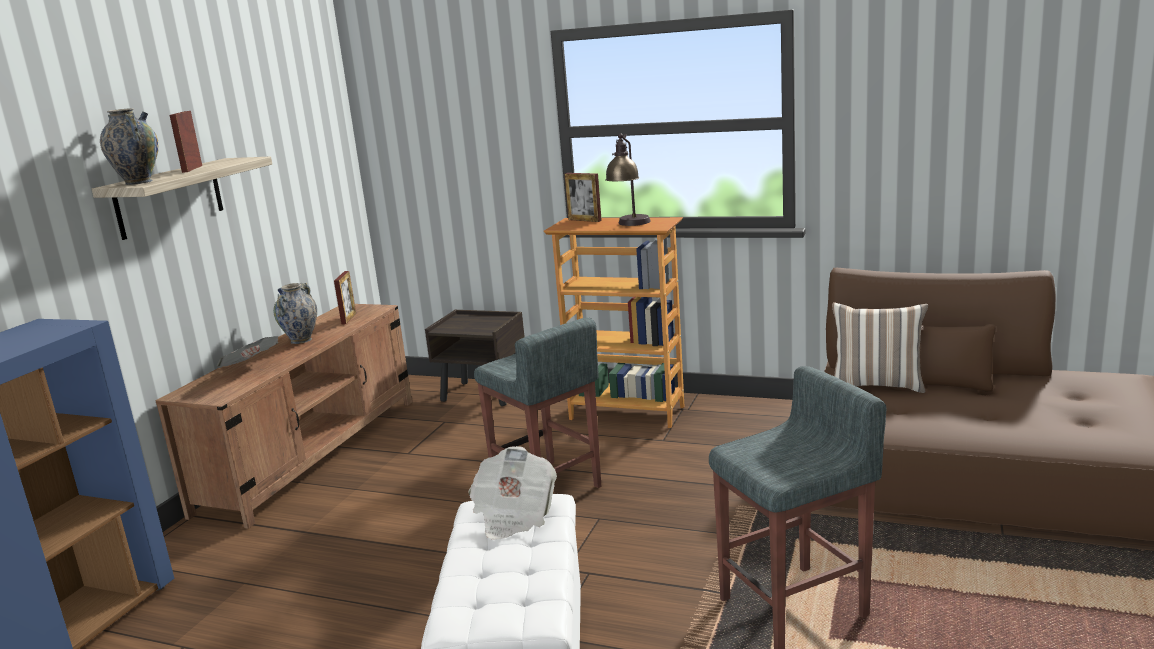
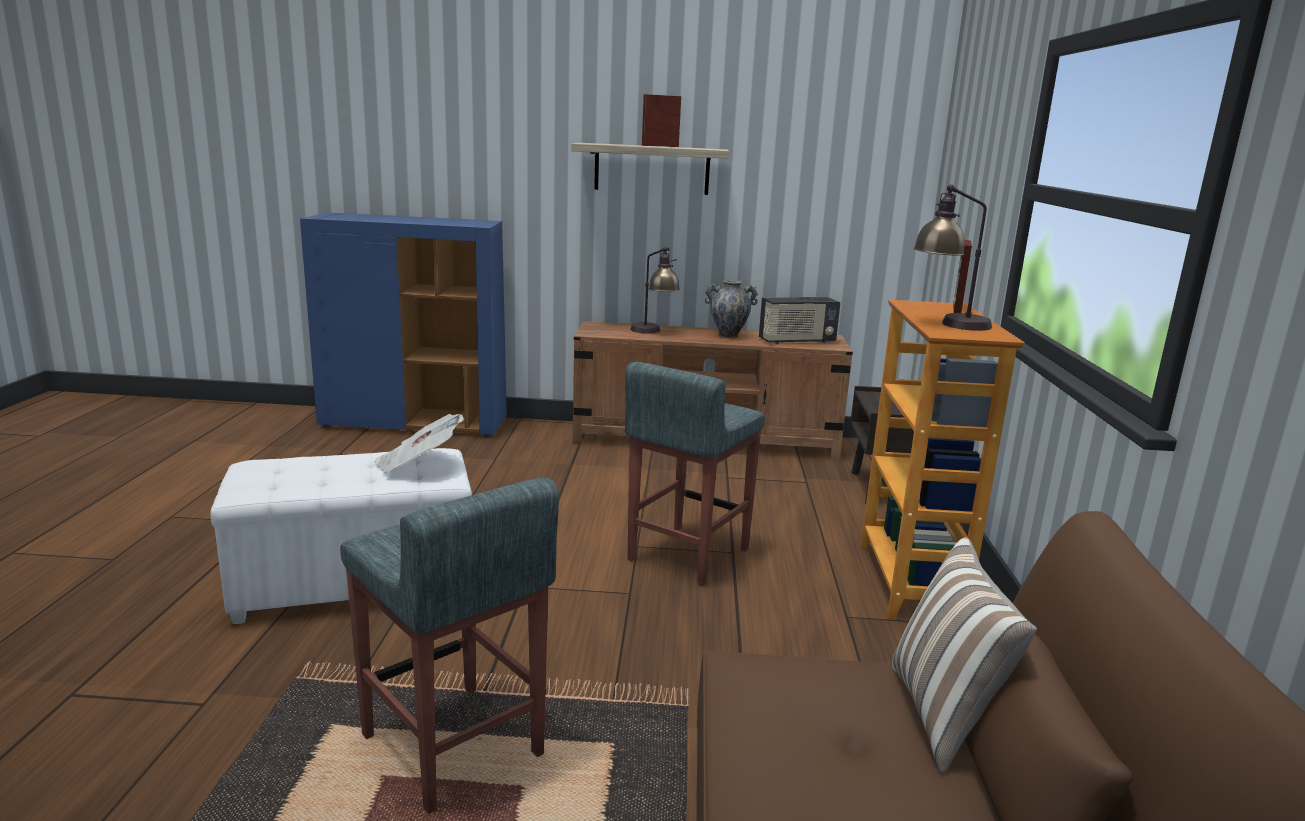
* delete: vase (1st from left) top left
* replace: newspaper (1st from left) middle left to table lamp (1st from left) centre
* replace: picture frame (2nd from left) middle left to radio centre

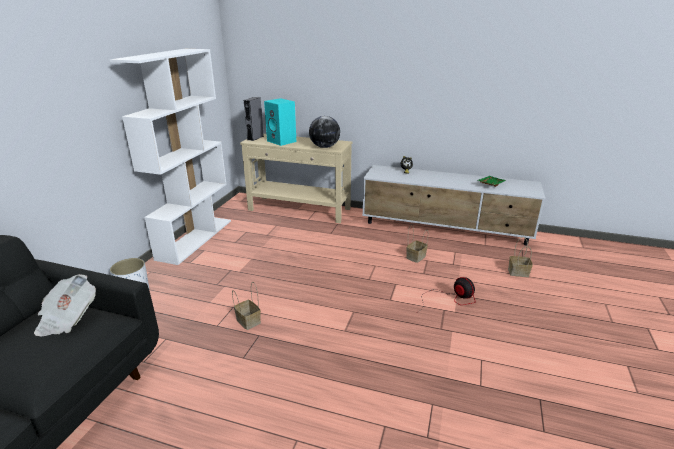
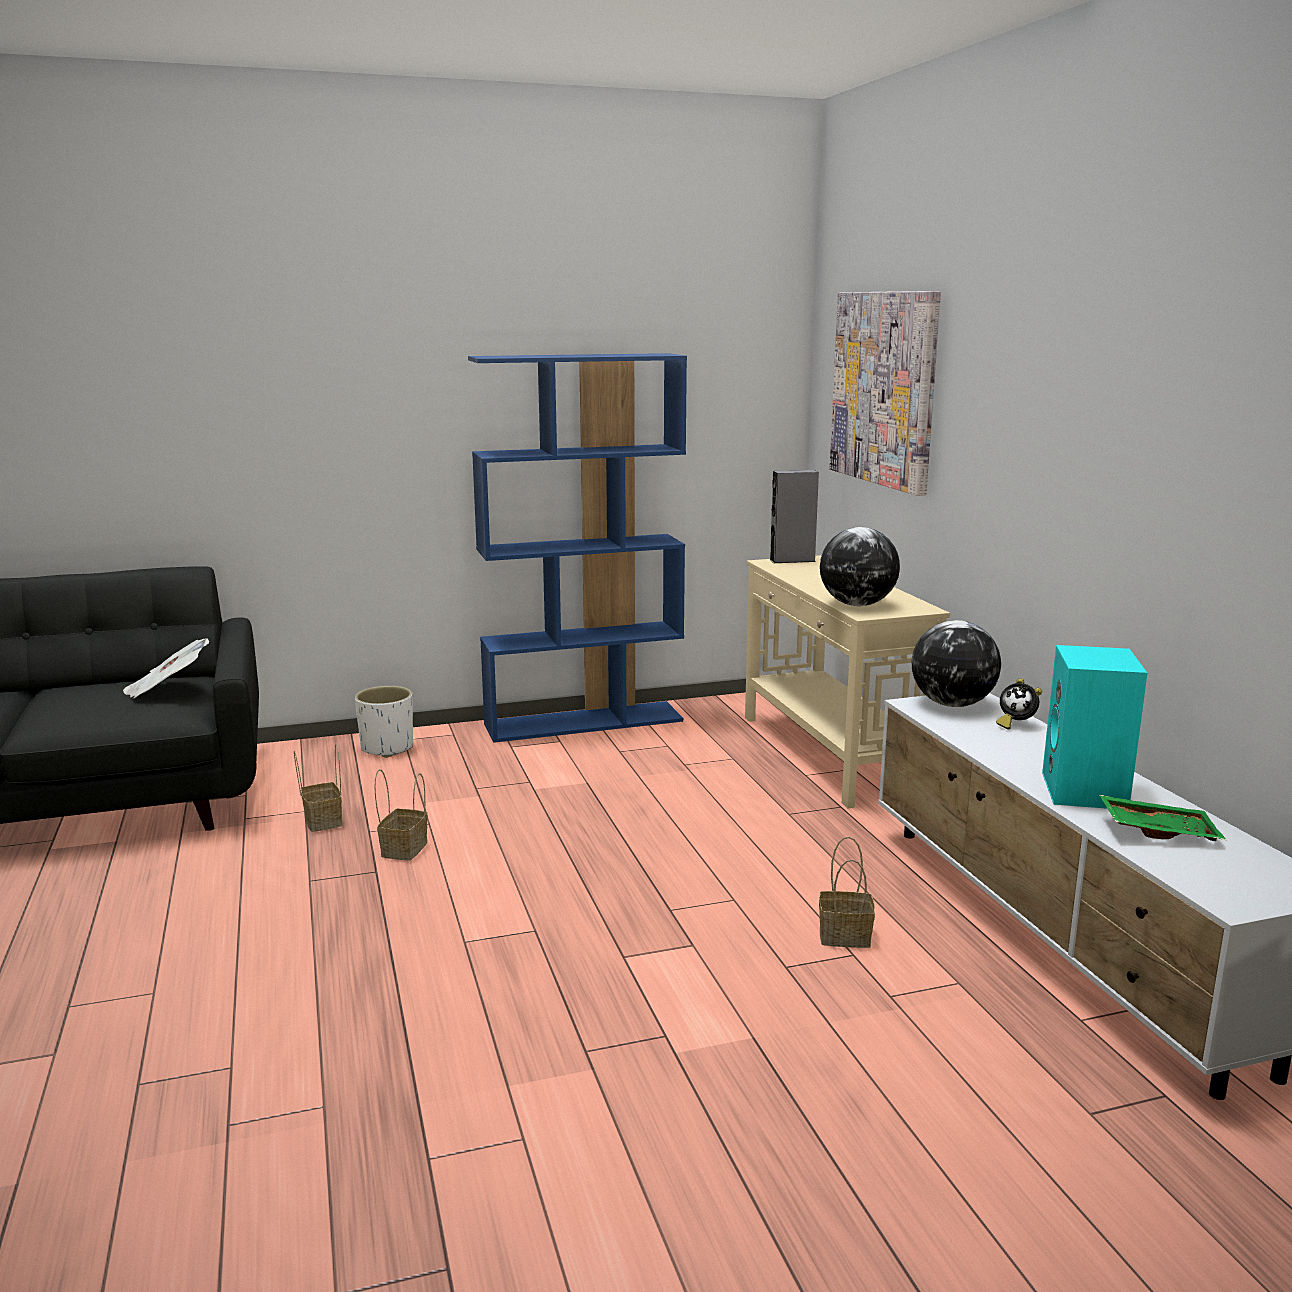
* recolor: white bookcase middle left to blue bookcase centre
* move: turquoise speaker top centre to middle right
* delete: fan centre
* move: basket (3rd from left in the first image) middle right to basket (1st from left) middle left
* insert: picture top right
* insert: globe (2nd from left) middle right

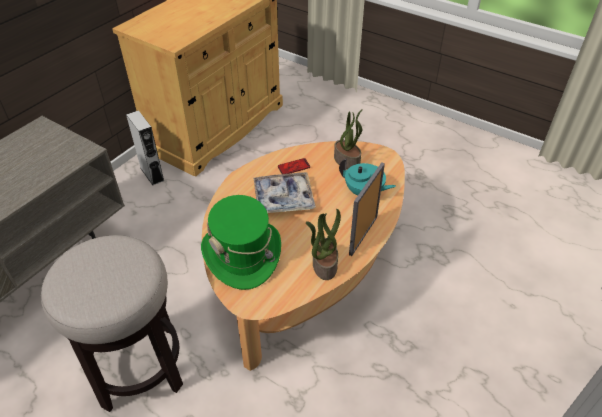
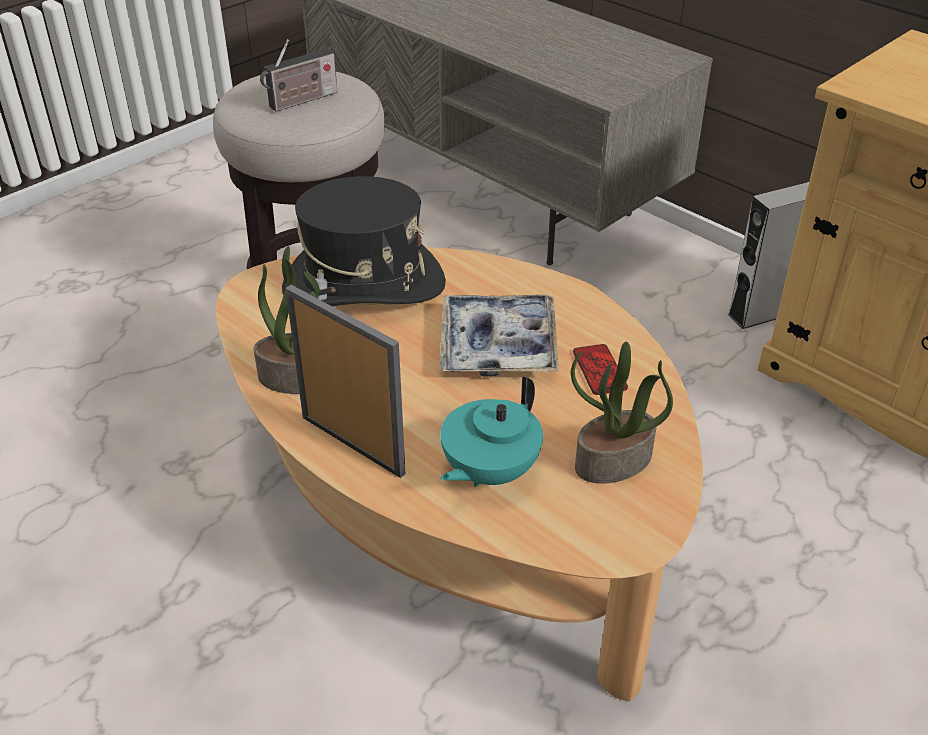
* recolor: green hat centre to black hat top centre
* insert: radio top left

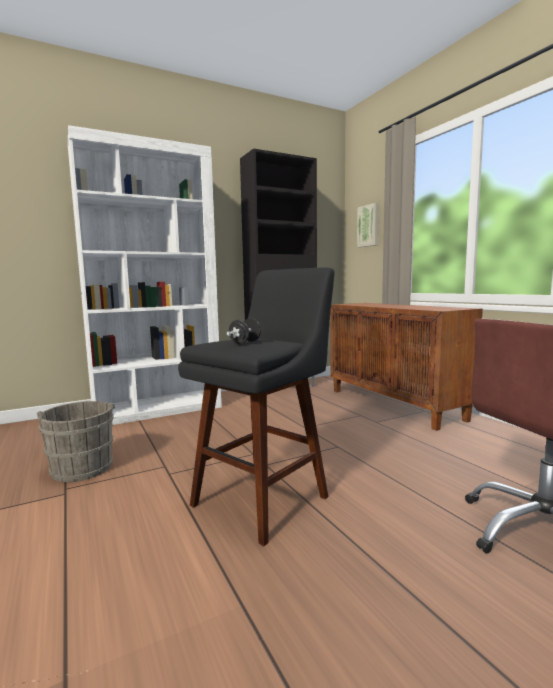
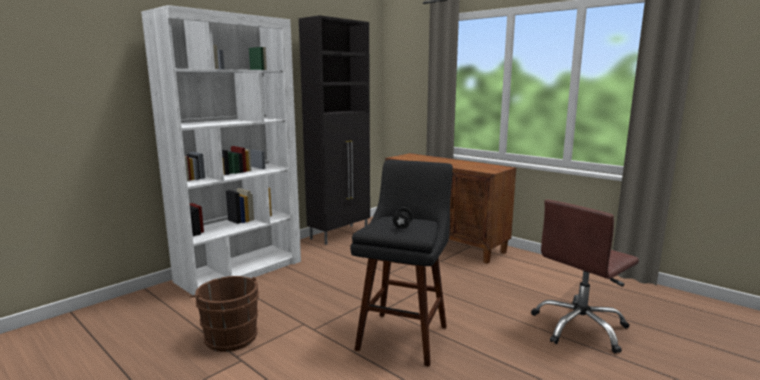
* recolor: grey bucket middle left to brown bucket bottom left
* delete: picture top centre

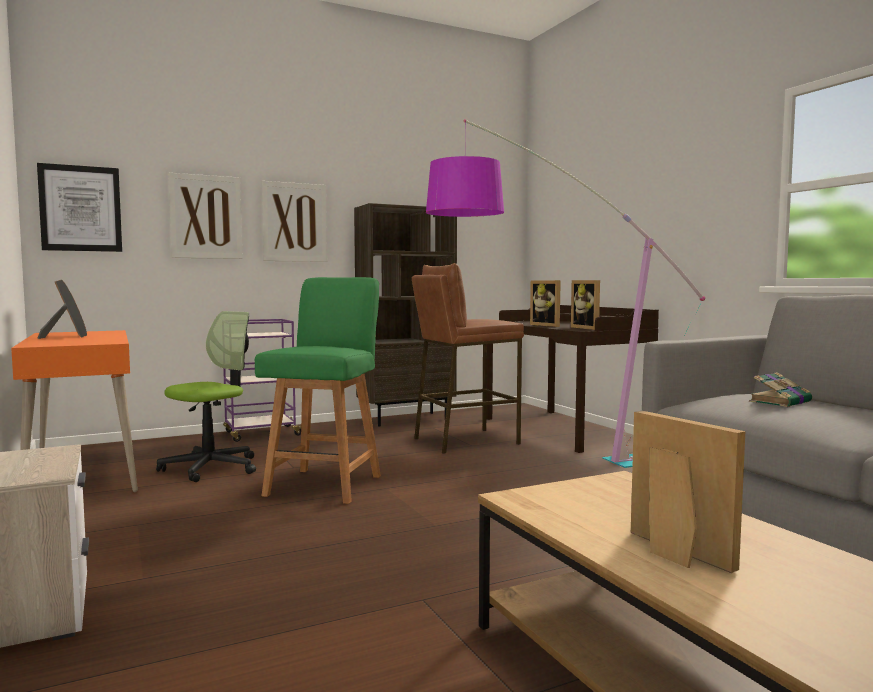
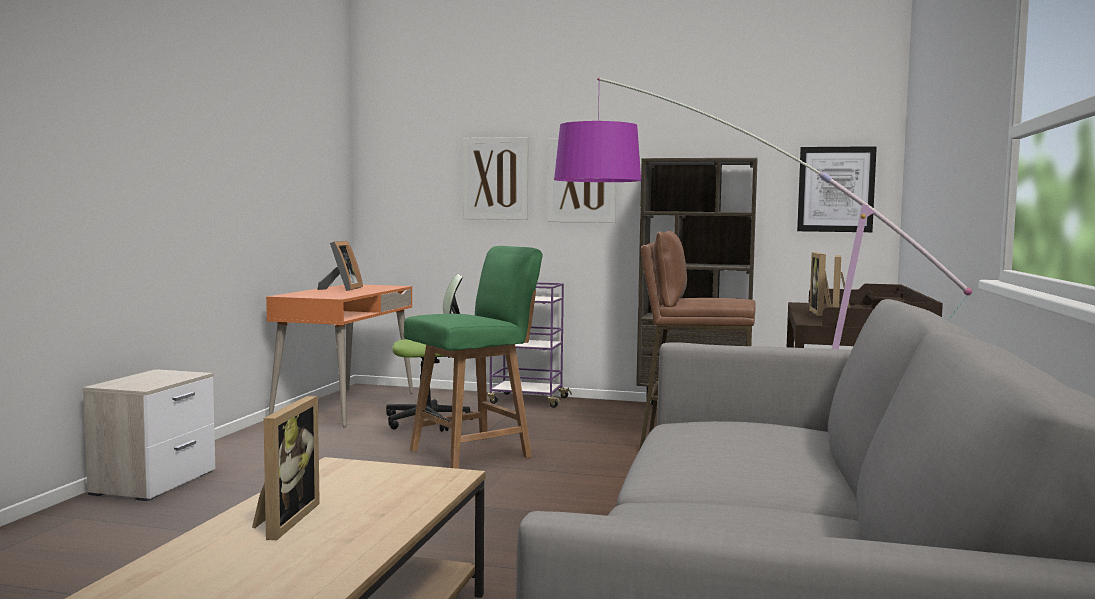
* move: picture (1st from left in the first image) top left to picture (3rd from left) top right
* delete: book middle right

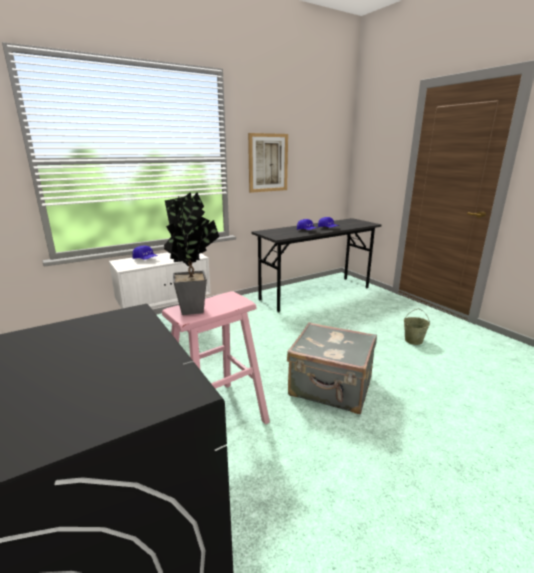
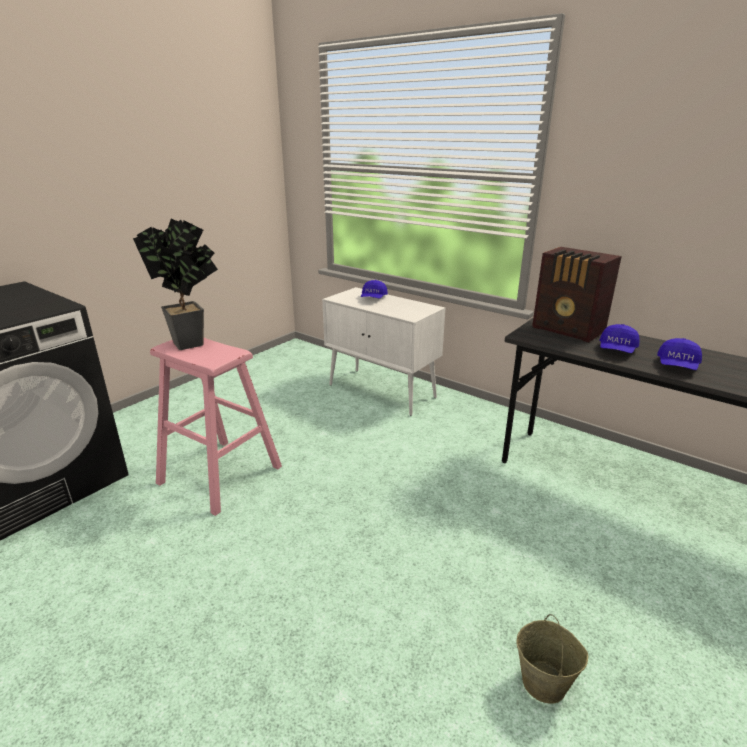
* delete: picture top centre
* delete: grey suitcase centre
* insert: radio middle right

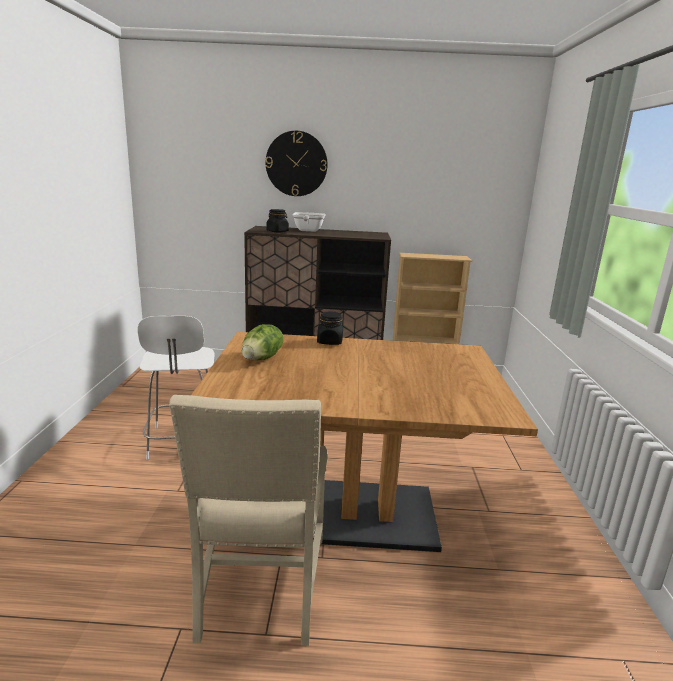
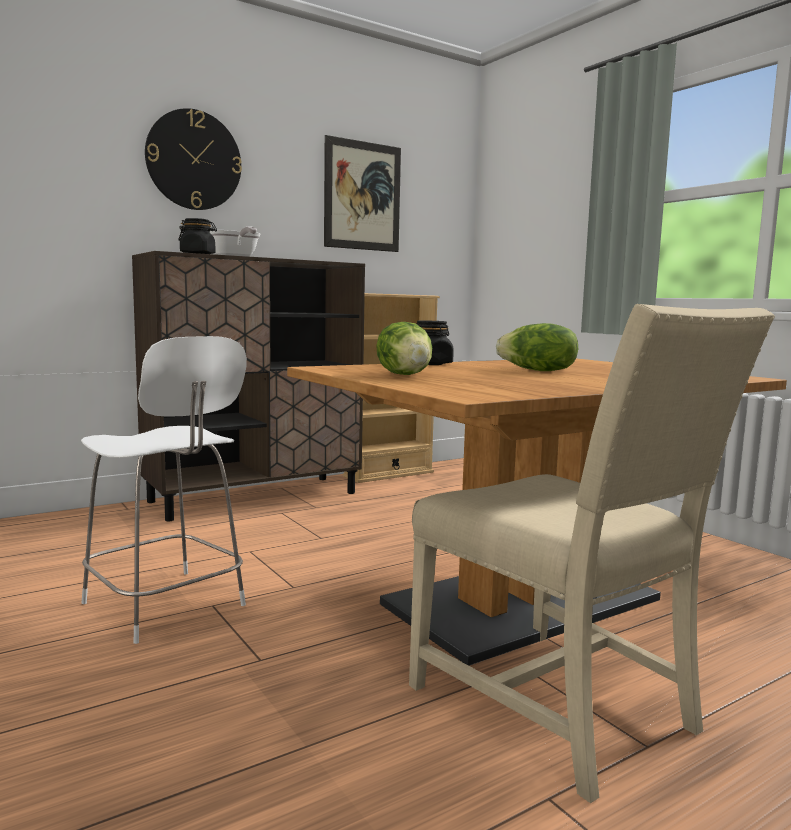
* insert: picture top centre
* insert: lettuce (2nd from left) middle right

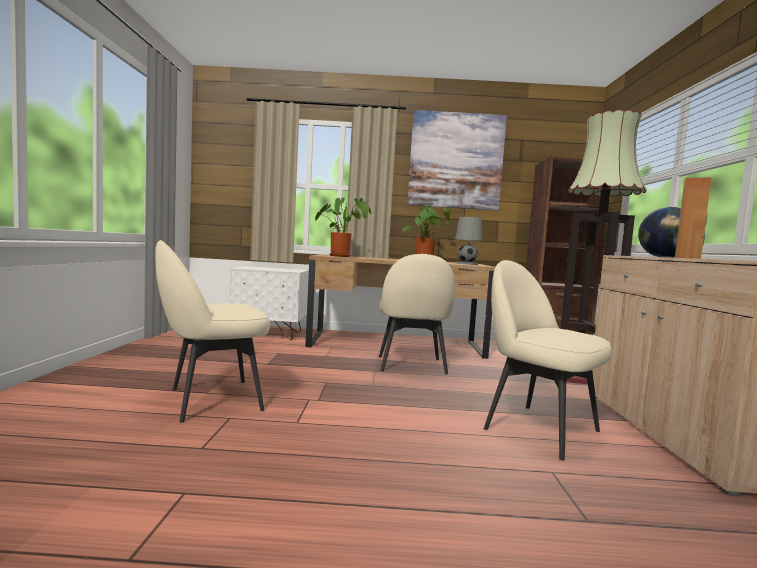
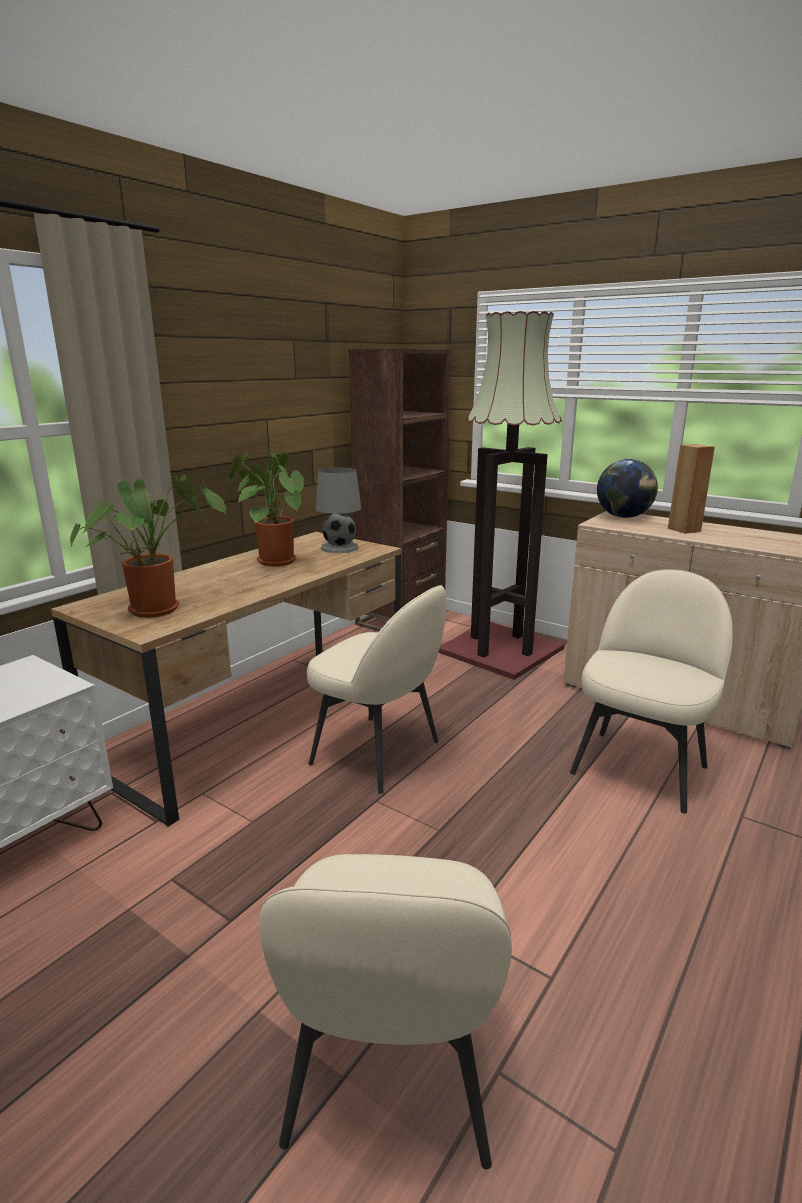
* delete: picture top centre
* rotate: beige chair (3rd from left) middle right = middle right 135 degrees clockwise

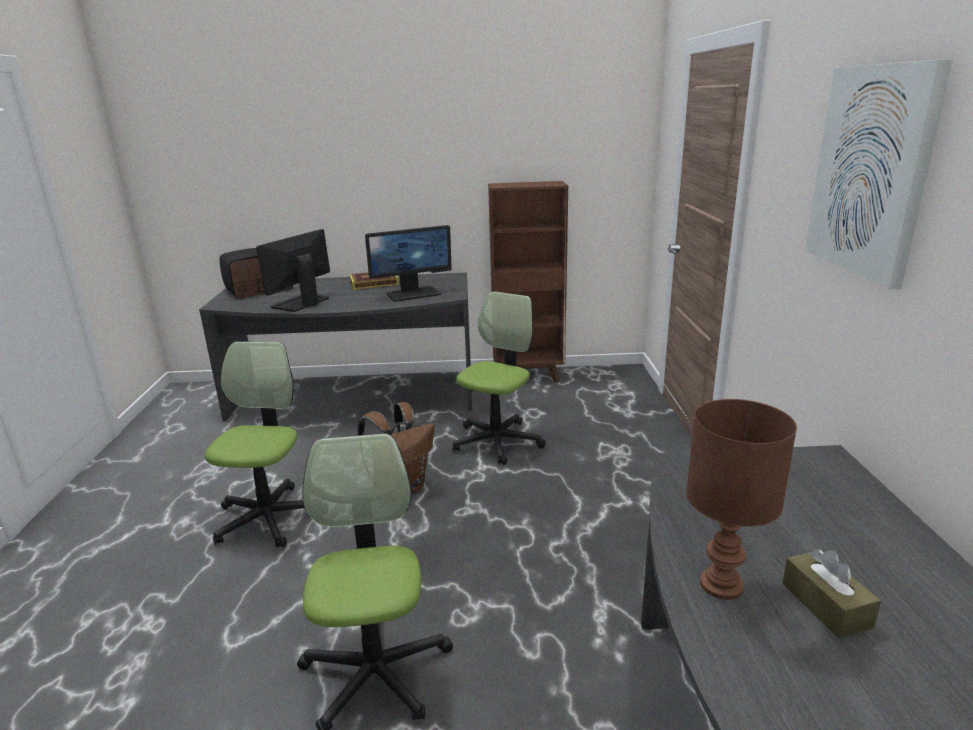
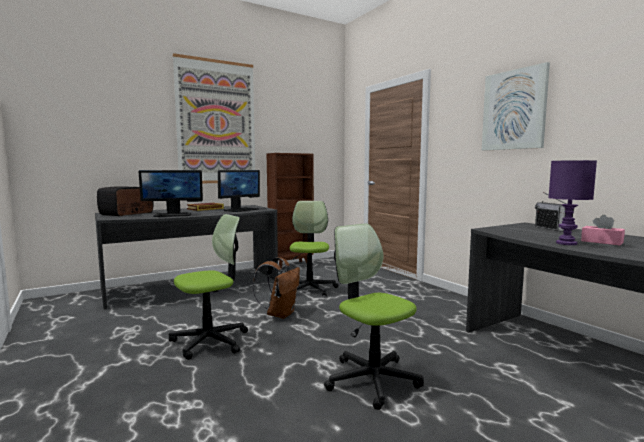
* rotate: office chair (1st from left) middle left = middle left 75 degrees clockwise
* rotate: monitor (1st from left) middle left = middle left 105 degrees counterclockwise
* recolor: brown table lamp bottom right to purple table lamp middle right
* recolor: brown tissue box bottom right to pink tissue box middle right
* insert: picture (1st from left) top left
* insert: radio (2nd from left) middle right

